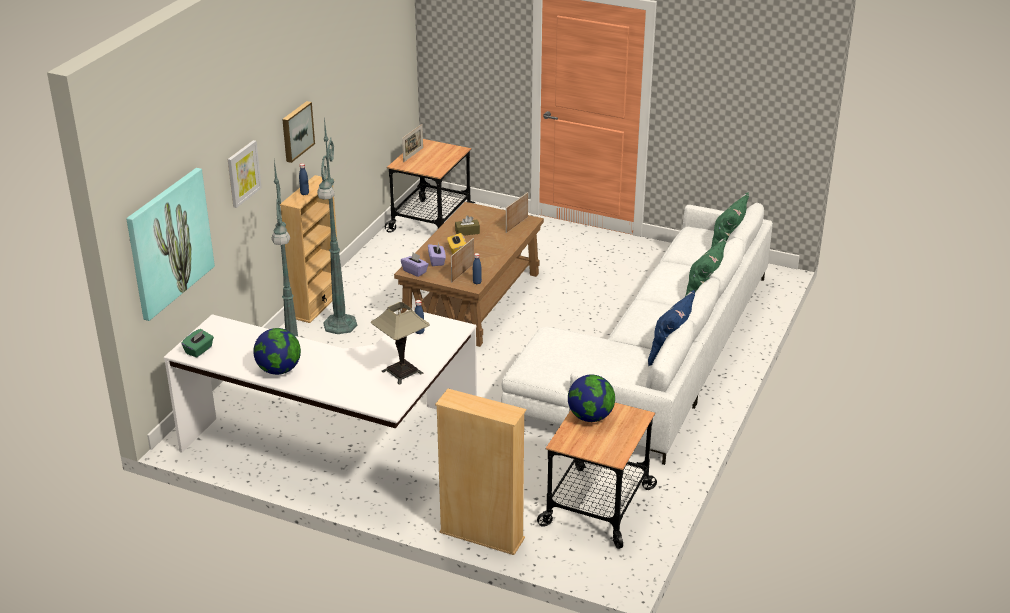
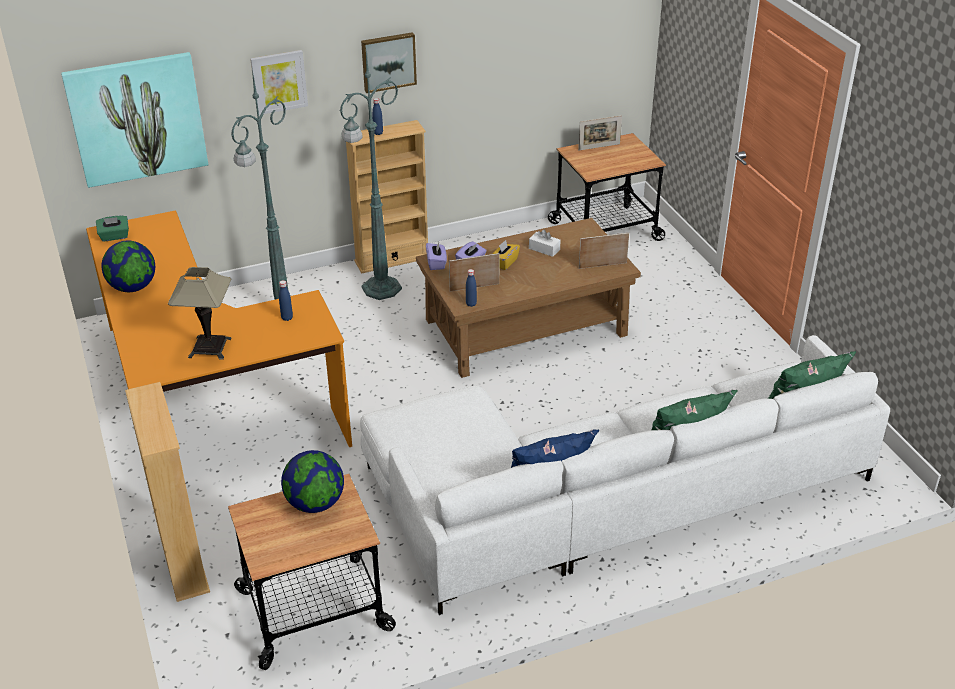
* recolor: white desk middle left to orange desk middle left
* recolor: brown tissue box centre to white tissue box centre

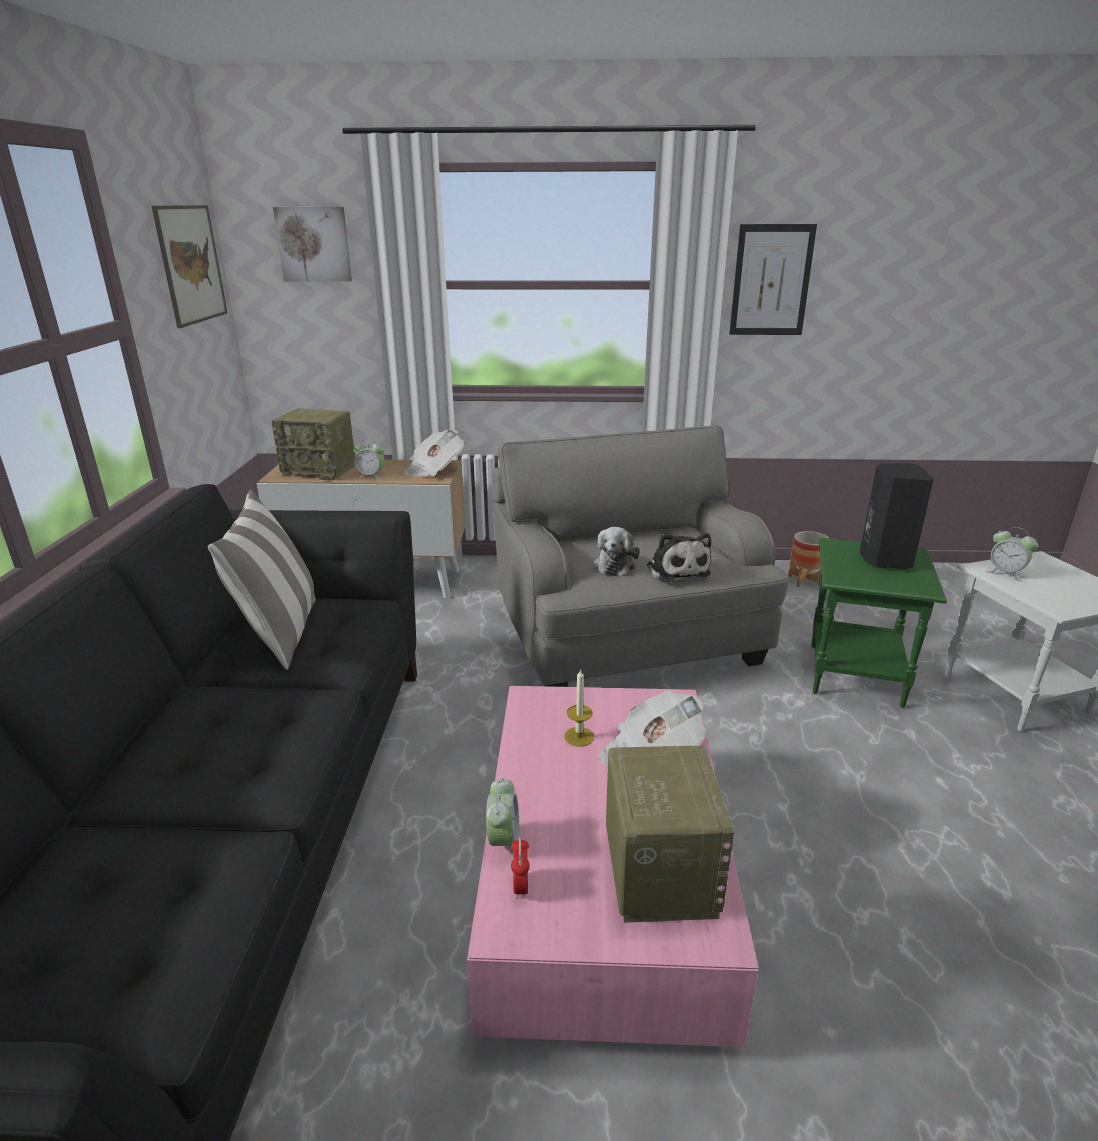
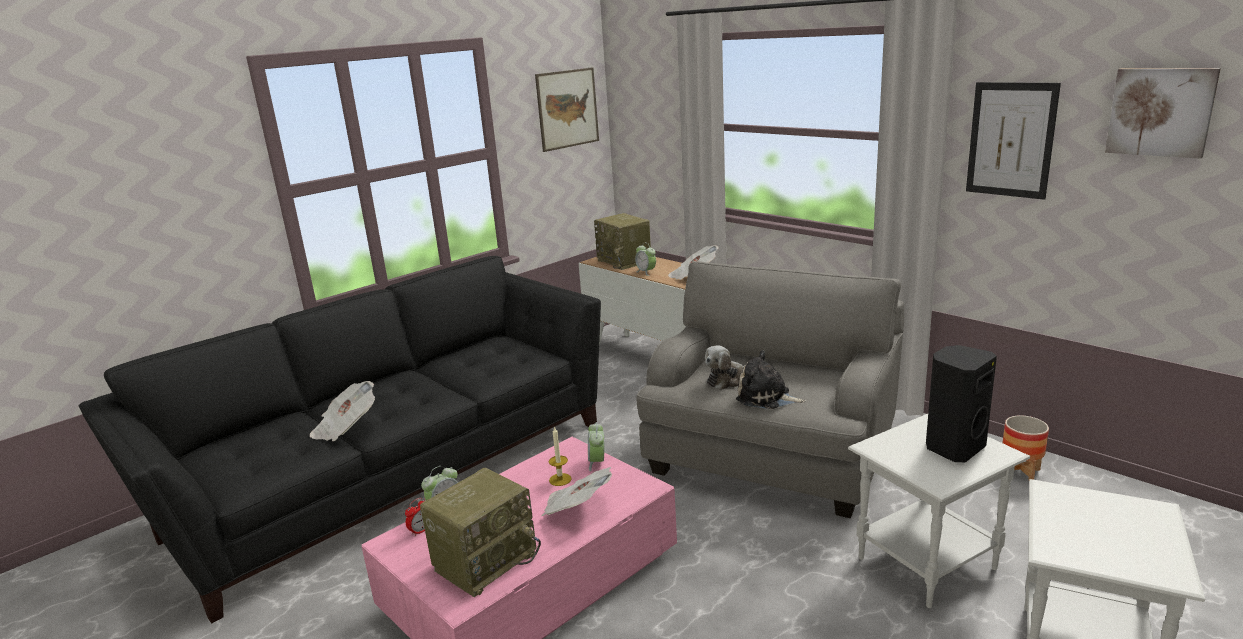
* delete: pillow middle left
* move: picture (2nd from left in the first image) top left to picture (3rd from left) top right
* rotate: plush toy (2nd from left) centre = centre 90 degrees clockwise
* recolor: green side table middle right to white side table (1st from left) bottom right
* move: alarm clock (4th from left in the first image) middle right to alarm clock (3rd from left) bottom centre
* insert: newspaper (1st from left) middle left

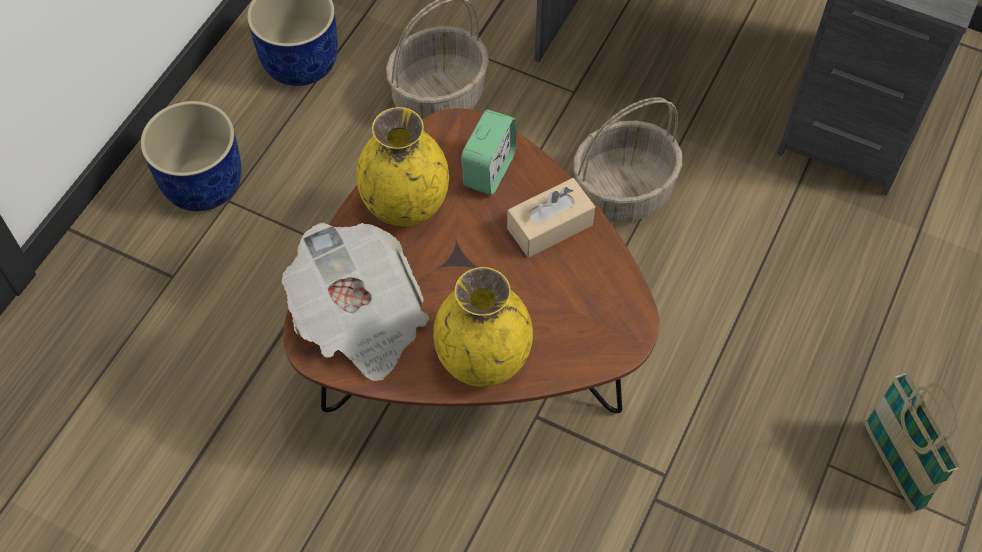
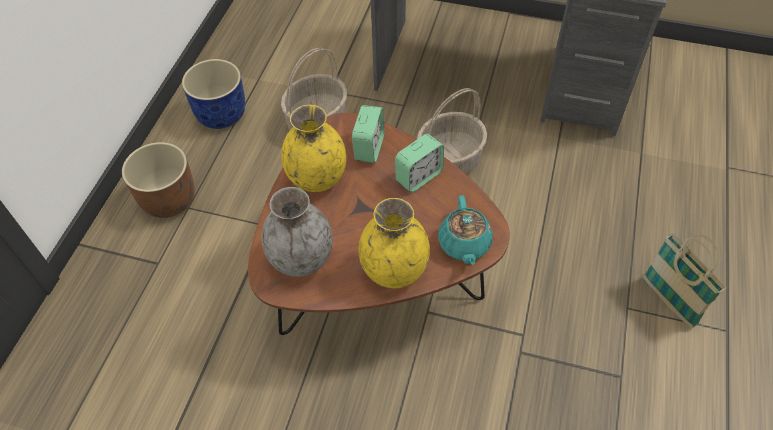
* recolor: blue planter (1st from left) top left to brown planter middle left
* replace: newspaper centre to grey vase centre
* replace: beige tissue box centre to alarm clock (2nd from left) centre
* insert: turquoise teapot centre

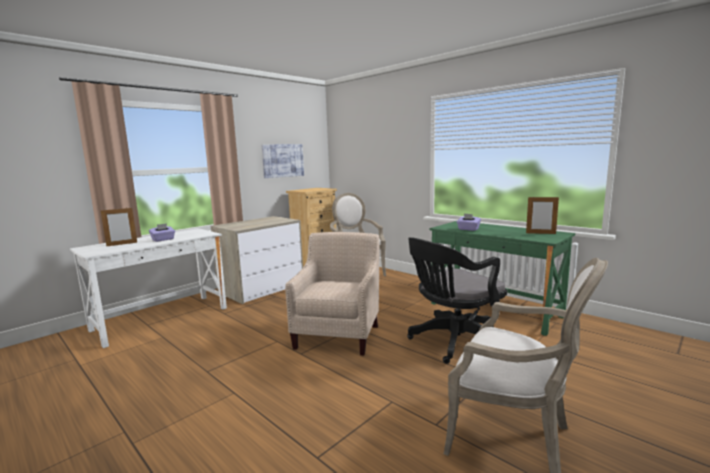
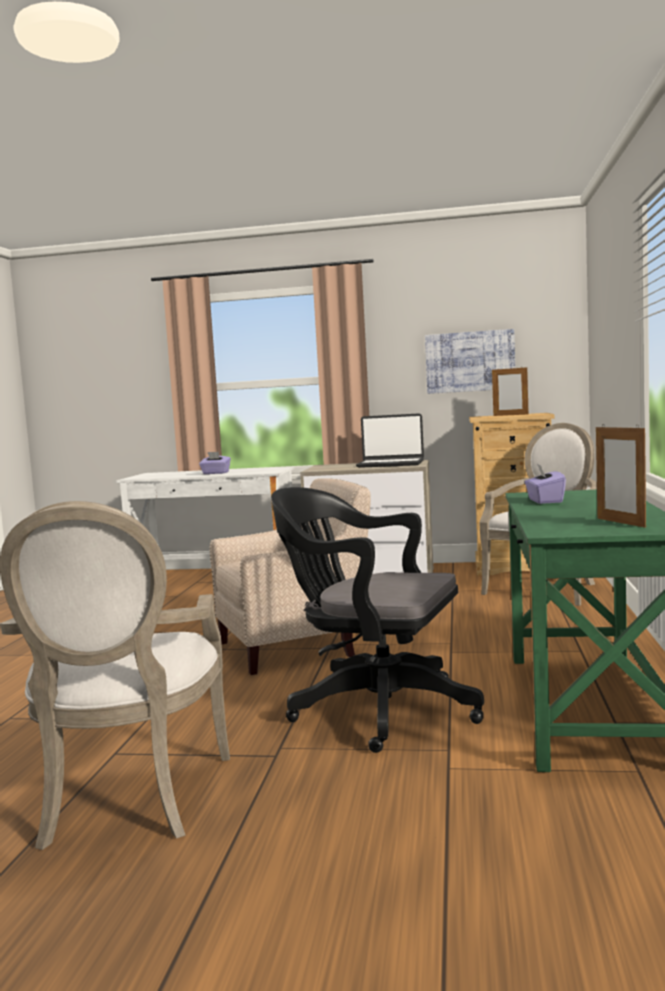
* move: picture frame (1st from left) middle left to middle right
* insert: laptop centre

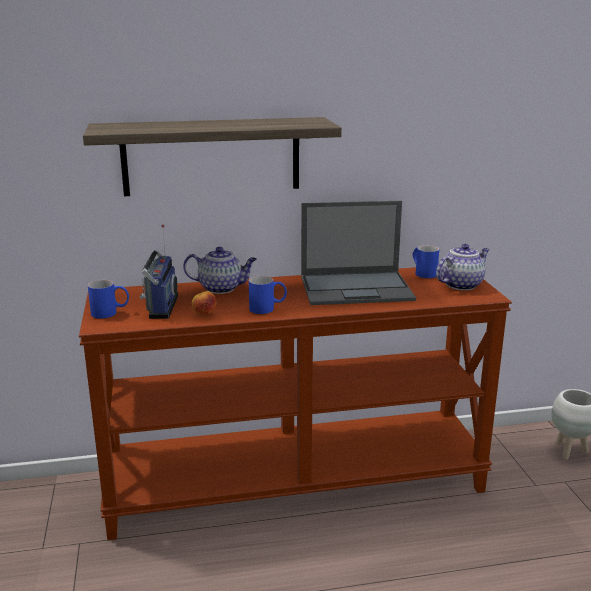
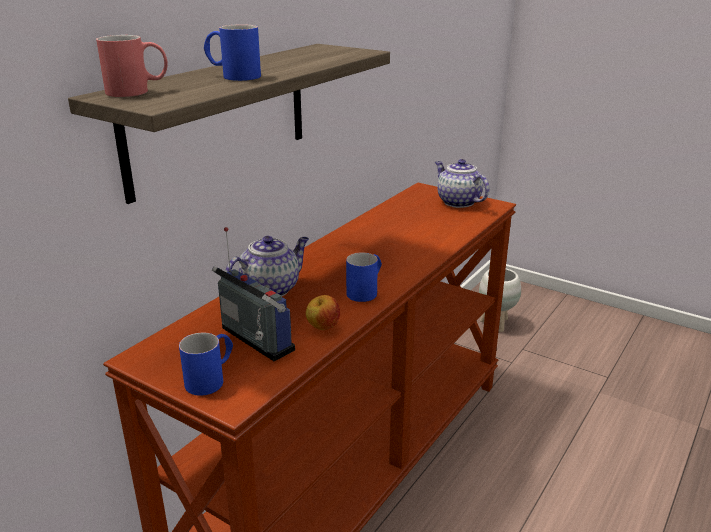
* delete: laptop centre
* move: blue mug (3rd from left in the first image) middle right to blue mug (2nd from left) top left
* rotate: teapot (2nd from left) middle right = centre 45 degrees counterclockwise
* insert: red mug top left

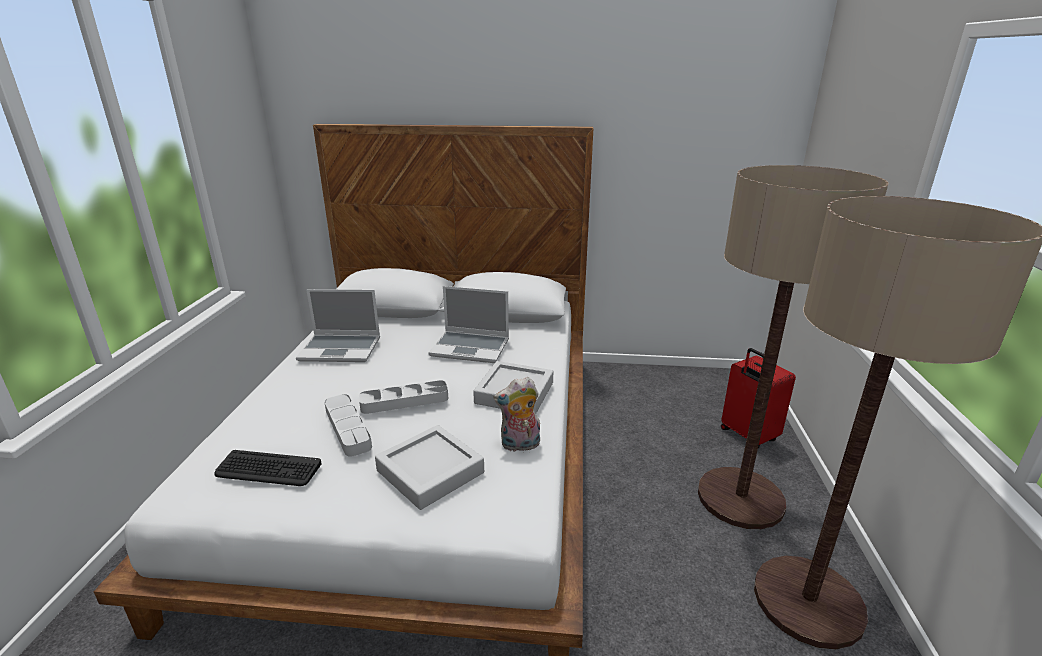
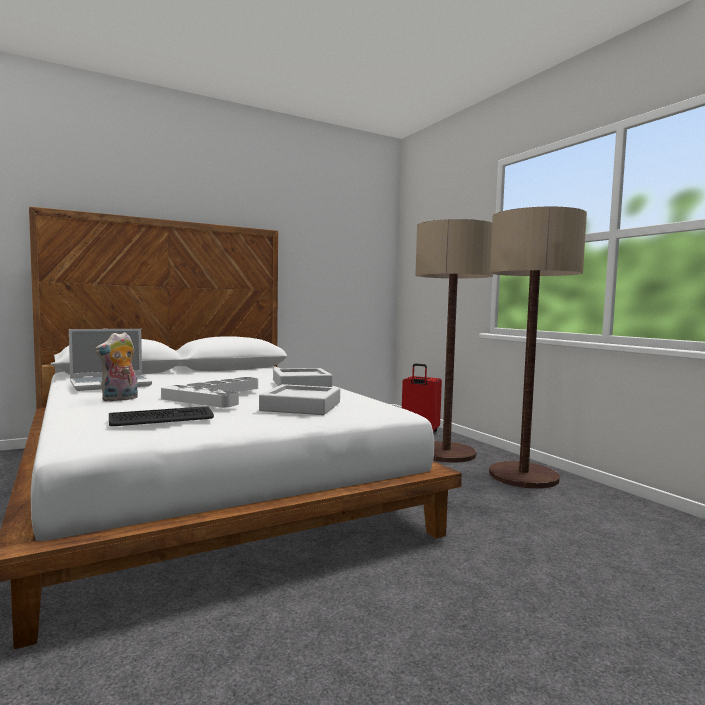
* delete: laptop (2nd from left) centre
* move: plush toy centre to middle left

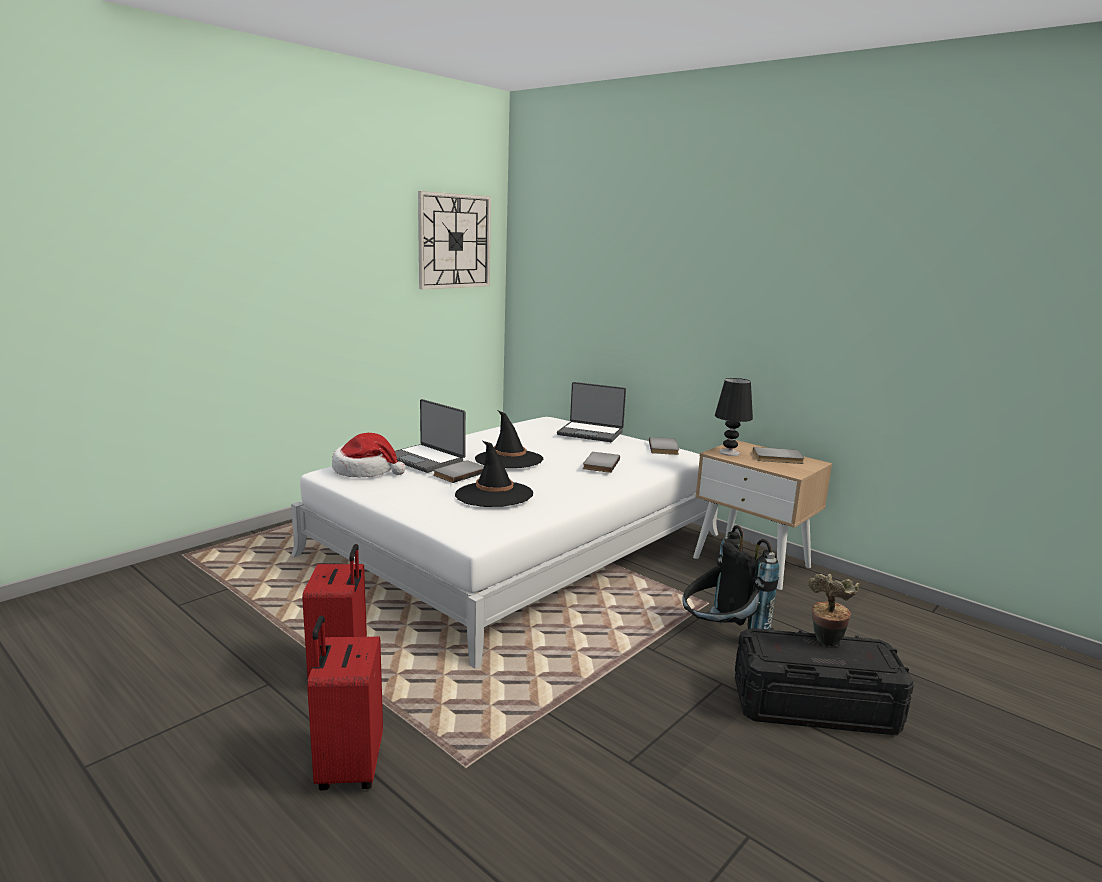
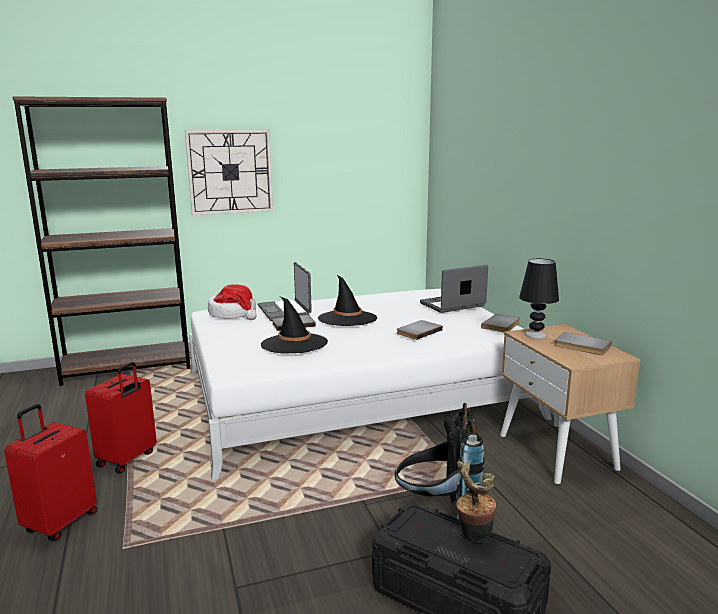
* move: wall clock top centre to top left
* rotate: laptop (2nd from left) centre = centre 105 degrees clockwise
* insert: brown bookcase middle left

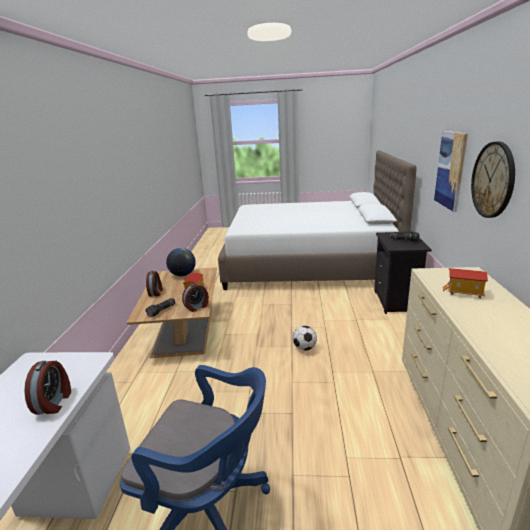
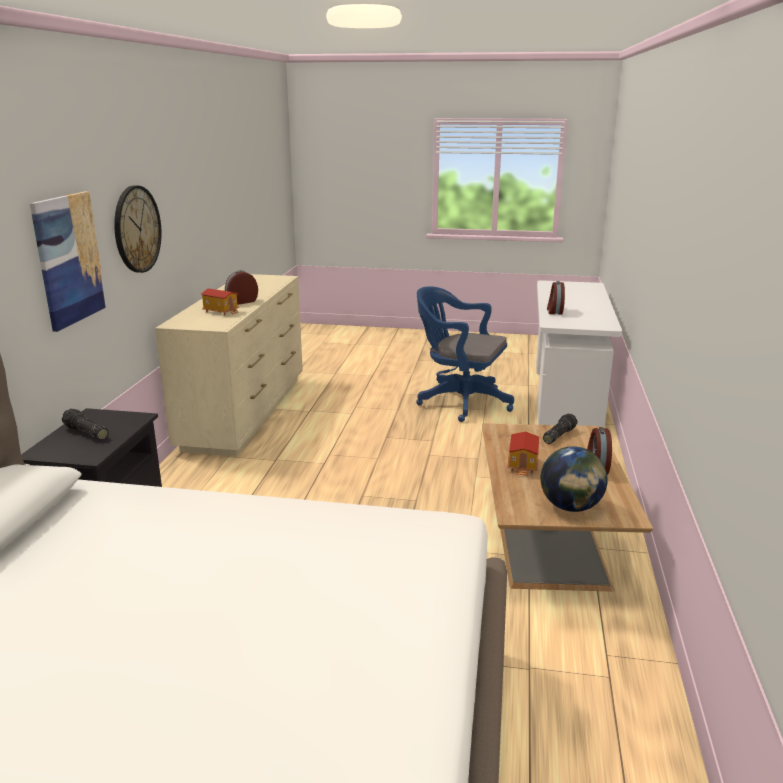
* move: alarm clock (3rd from left in the first image) centre to alarm clock (1st from left) middle left
* delete: football centre

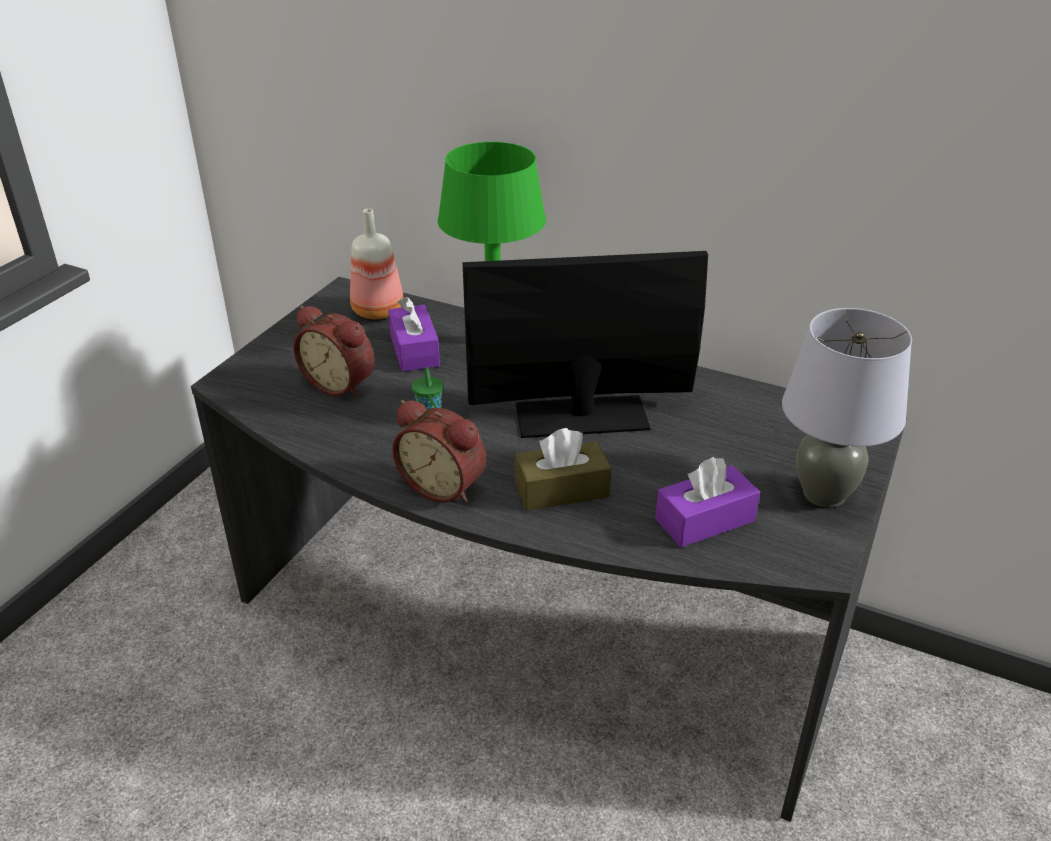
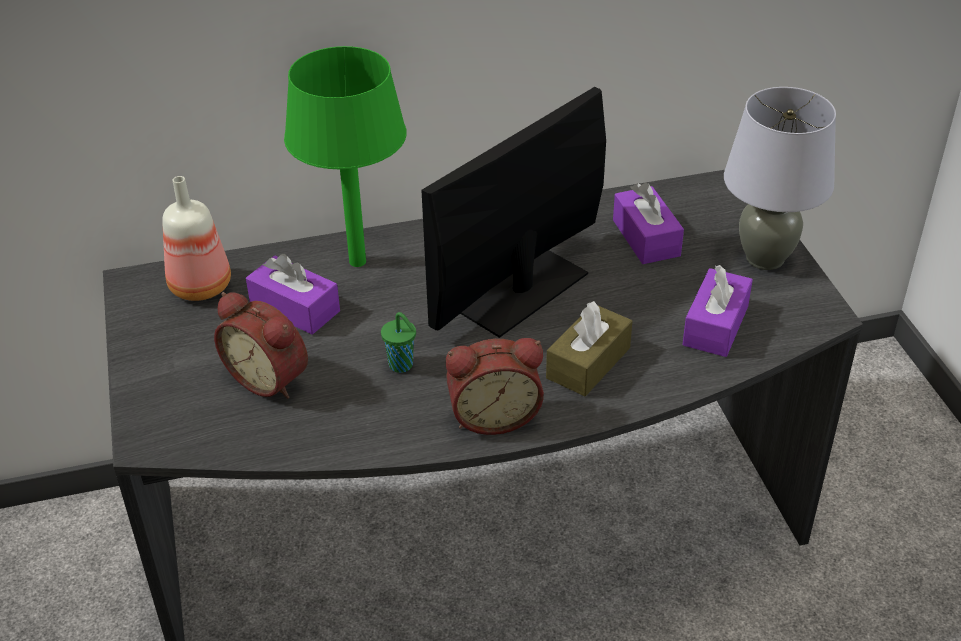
* rotate: alarm clock (1st from left) middle left = middle left 45 degrees clockwise
* insert: purple tissue box (2nd from left) middle right

